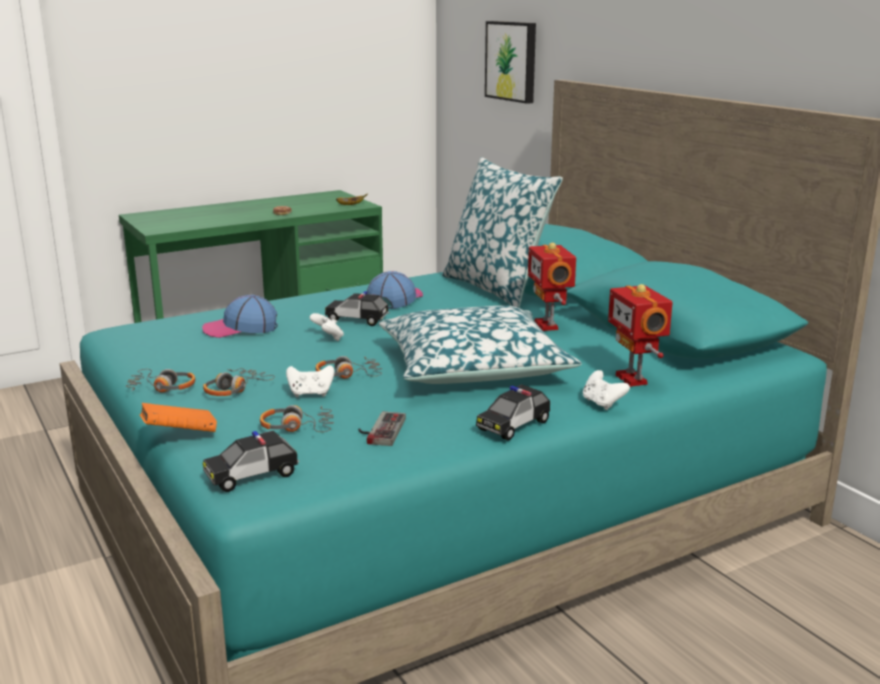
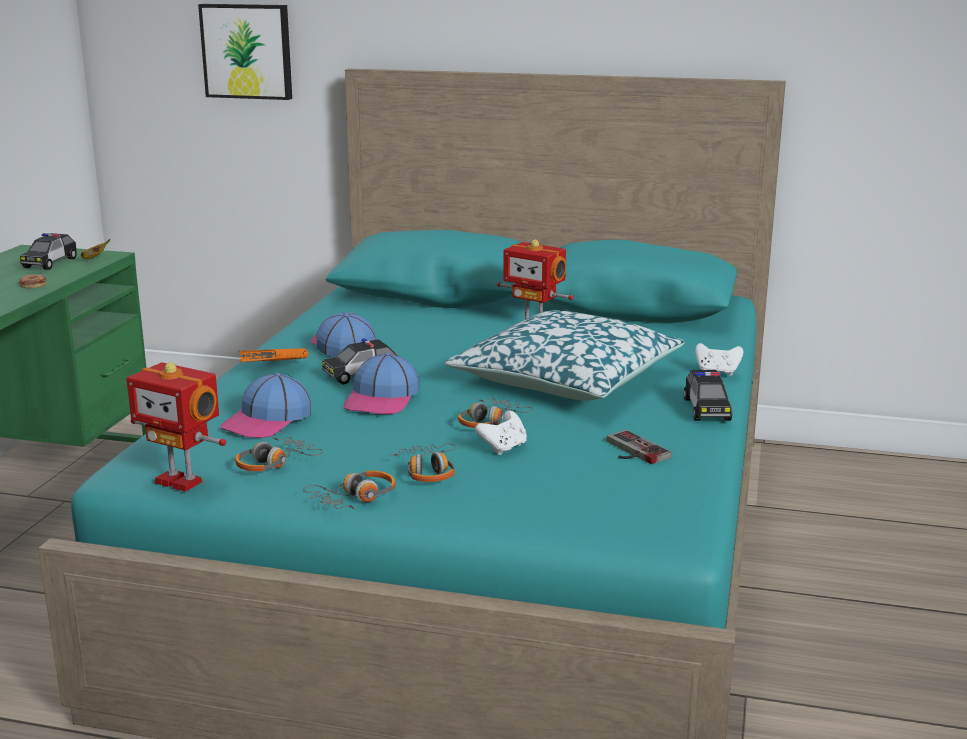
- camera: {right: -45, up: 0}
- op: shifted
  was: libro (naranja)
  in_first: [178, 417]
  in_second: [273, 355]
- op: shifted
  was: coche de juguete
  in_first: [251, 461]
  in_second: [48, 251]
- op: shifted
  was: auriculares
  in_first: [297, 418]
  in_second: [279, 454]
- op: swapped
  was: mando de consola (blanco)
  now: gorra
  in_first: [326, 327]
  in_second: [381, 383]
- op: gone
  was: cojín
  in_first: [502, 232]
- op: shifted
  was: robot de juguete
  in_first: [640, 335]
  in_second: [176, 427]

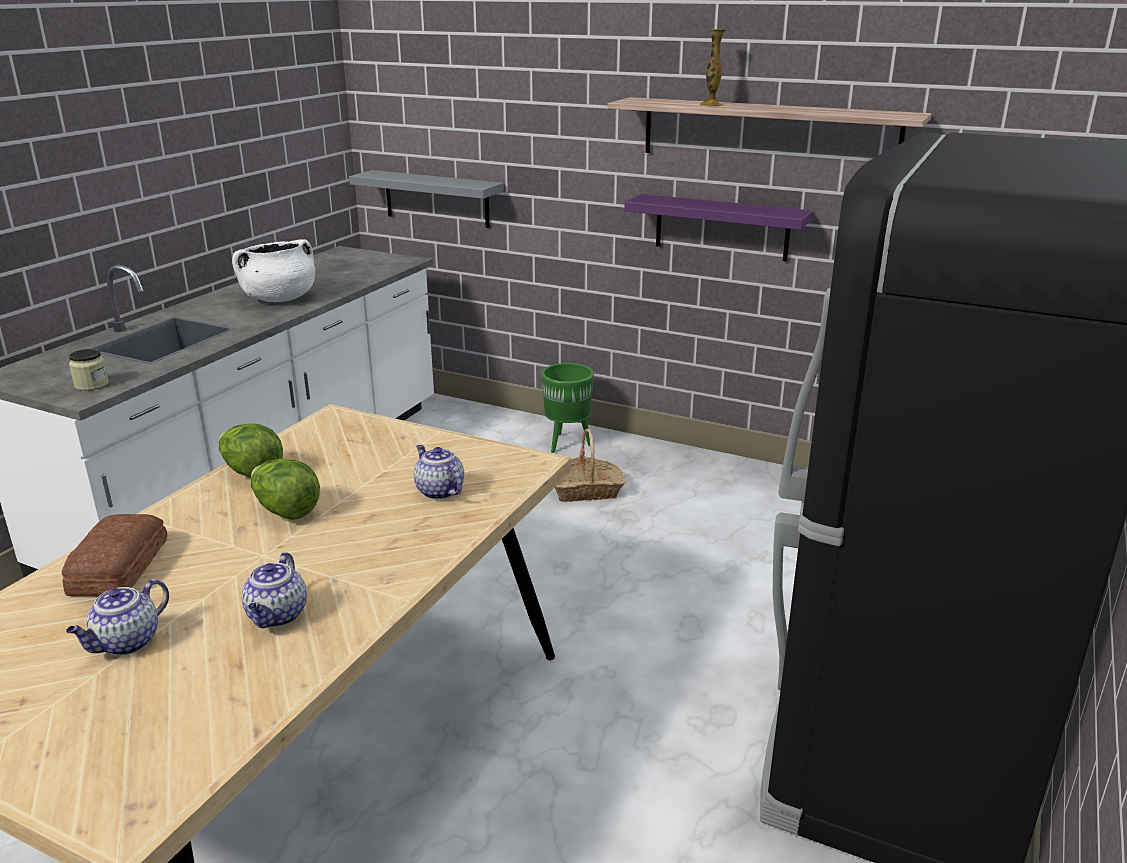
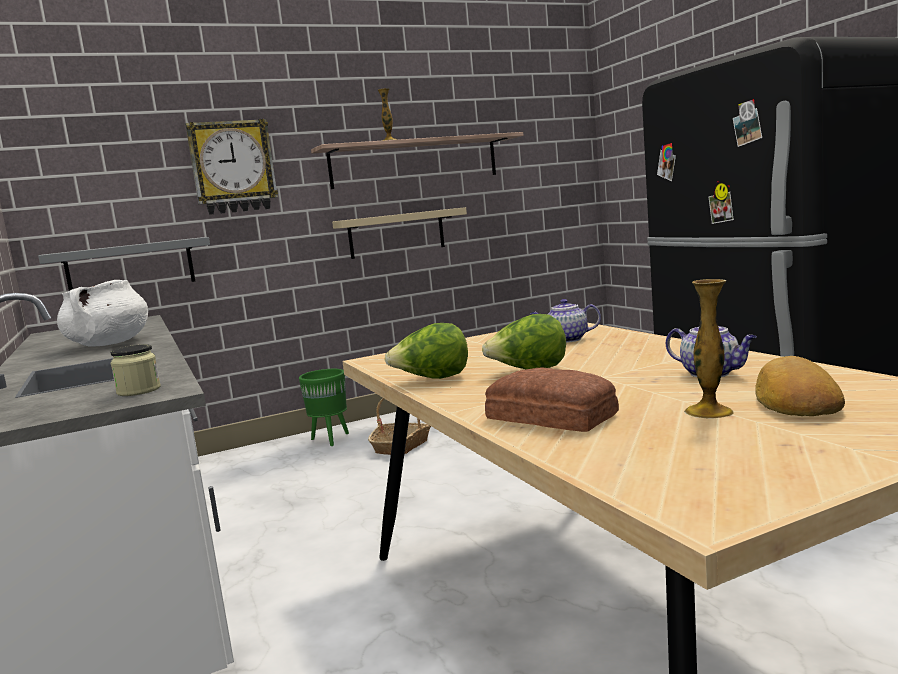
- camera: {right: -50, up: -15}
- op: swapped
  was: tetera
  now: florero
  in_first: [117, 617]
  in_second: [709, 349]
- op: repainted
  was: estante (morado)
  now: estante (beis)
  in_first: [718, 228]
  in_second: [399, 233]
- op: new
  now: reloj de pared
  in_second: [231, 167]
- op: new
  now: pan
  in_second: [800, 386]

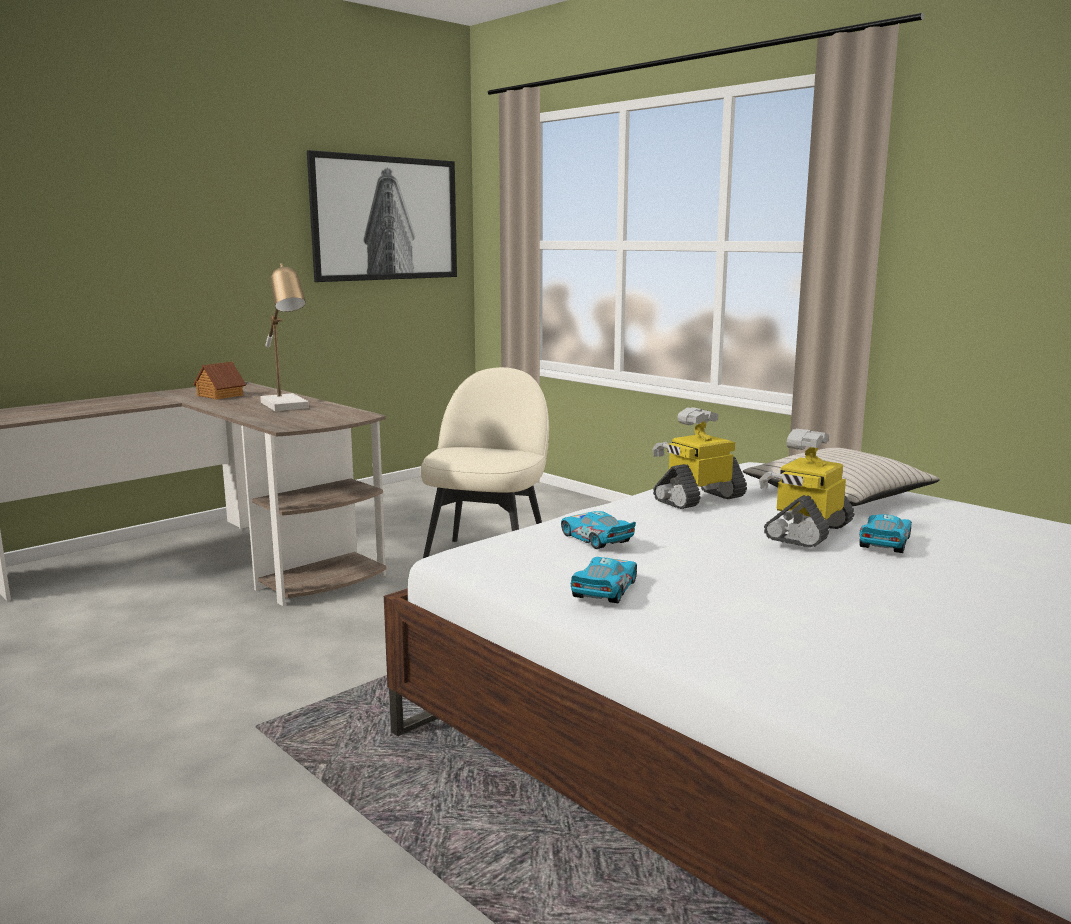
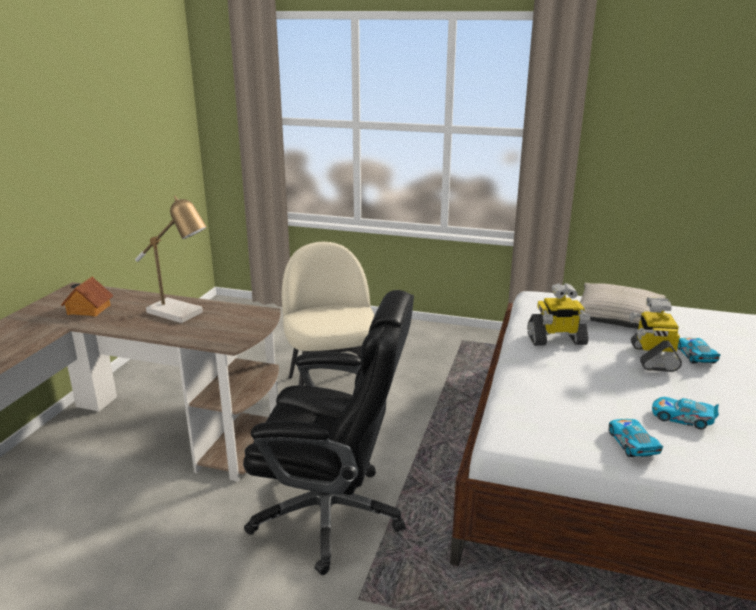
- camera: {right: -30, up: 10}
- op: gone
  was: cuadro
  in_first: [382, 216]
- op: shifted
  was: coche de juguete
  in_first: [598, 530]
  in_second: [685, 413]
- op: rotated
  was: robot de juguete
  in_first: [699, 458]
  in_second: [558, 314]
  clockwise: -120
- op: new
  now: silla de oficina (negro)
  in_second: [328, 432]

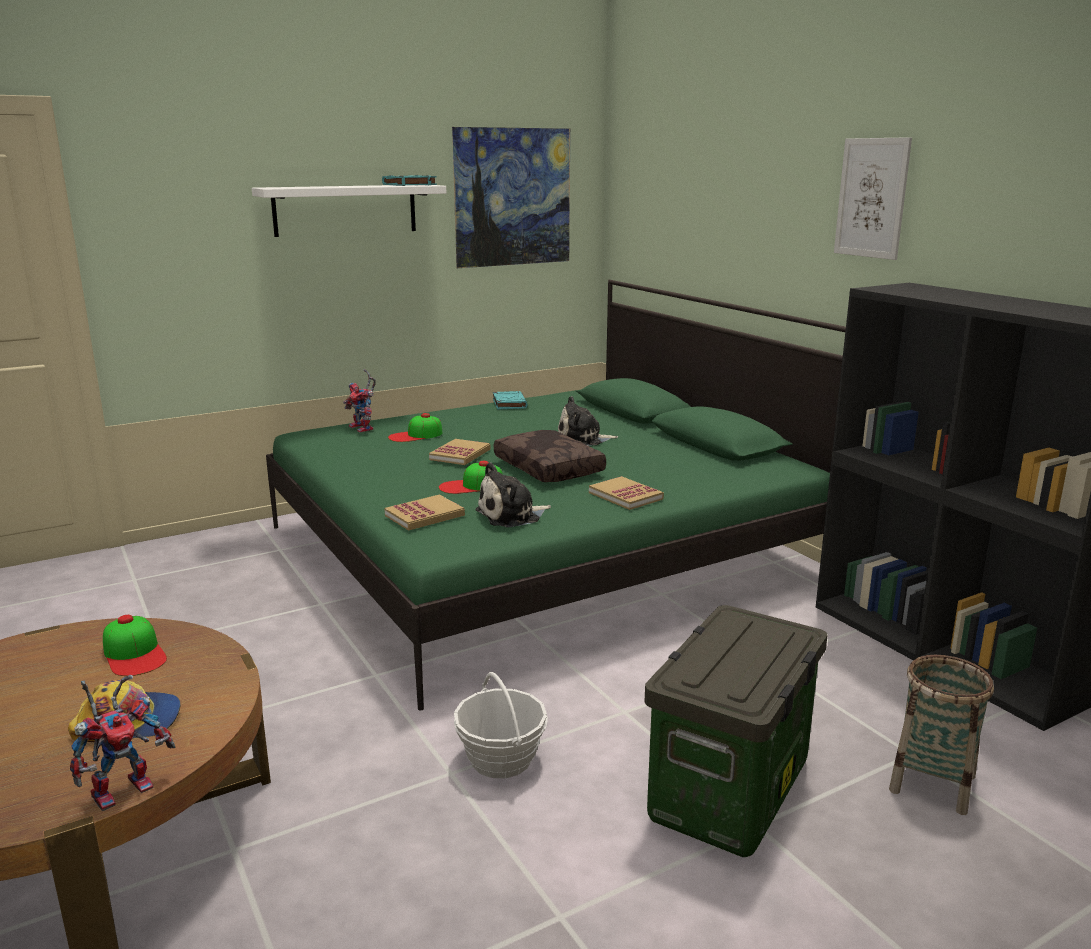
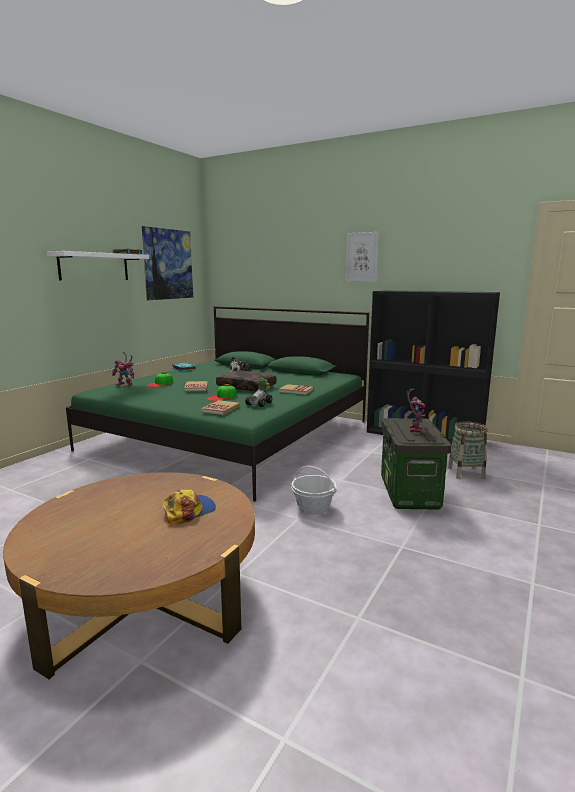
- camera: {right: -30, up: -5}
- op: shifted
  was: robot de juguete
  in_first: [122, 743]
  in_second: [416, 410]
- op: gone
  was: gorra
  in_first: [135, 645]
- op: swapped
  was: peluche
  now: coche de juguete
  in_first: [513, 494]
  in_second: [258, 392]

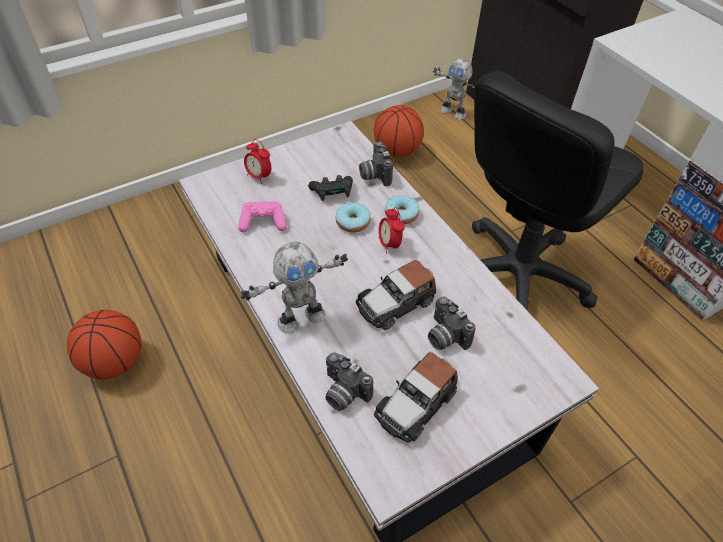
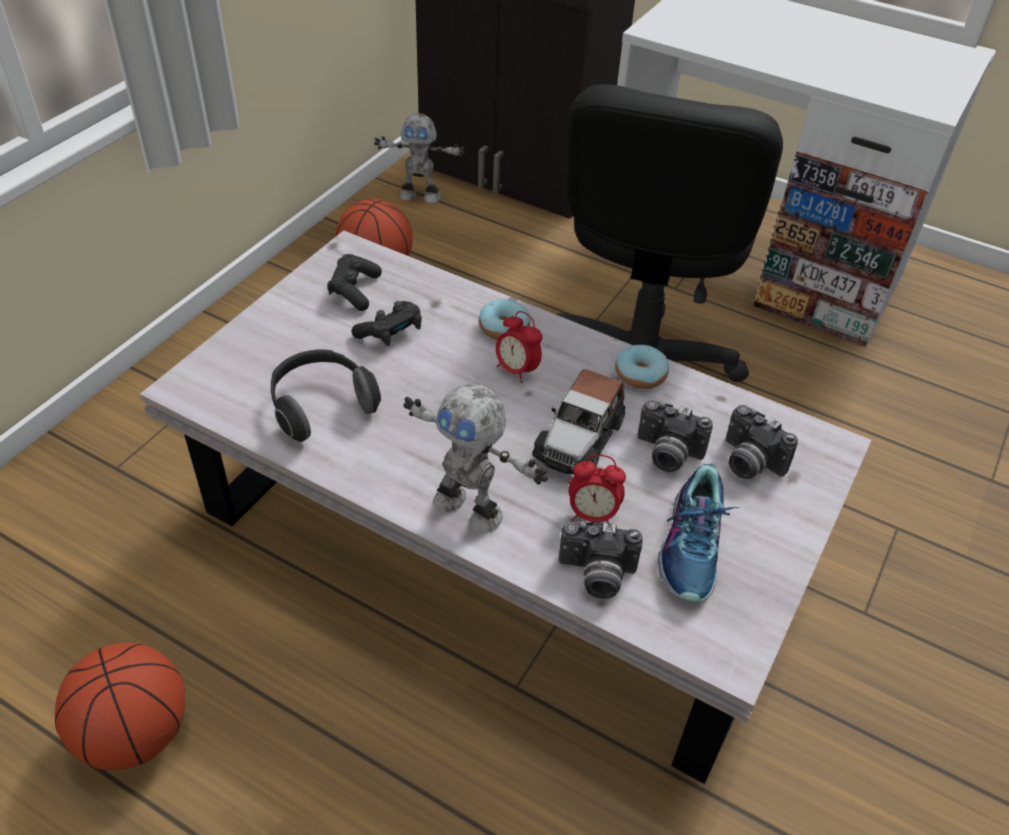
- camera: {right: -30, up: -5}
- op: swapped
  was: mando de consola (rosa)
  now: auriculares
  in_first: [262, 216]
  in_second: [326, 395]
- op: rotated
  was: robot de juguete
  in_first: [294, 288]
  in_second: [476, 459]
  clockwise: 90
- op: shifted
  was: despertador
  in_first: [257, 161]
  in_second: [597, 488]
- op: shifted
  was: rosquilla
  in_first: [353, 218]
  in_second: [642, 367]
- op: shifted
  was: cámara
  in_first: [376, 164]
  in_second: [761, 442]
- op: swapped
  was: coche de juguete
  now: zapato
  in_first: [416, 397]
  in_second: [699, 532]
- op: new
  now: mando de consola (negro)
  in_second: [354, 282]

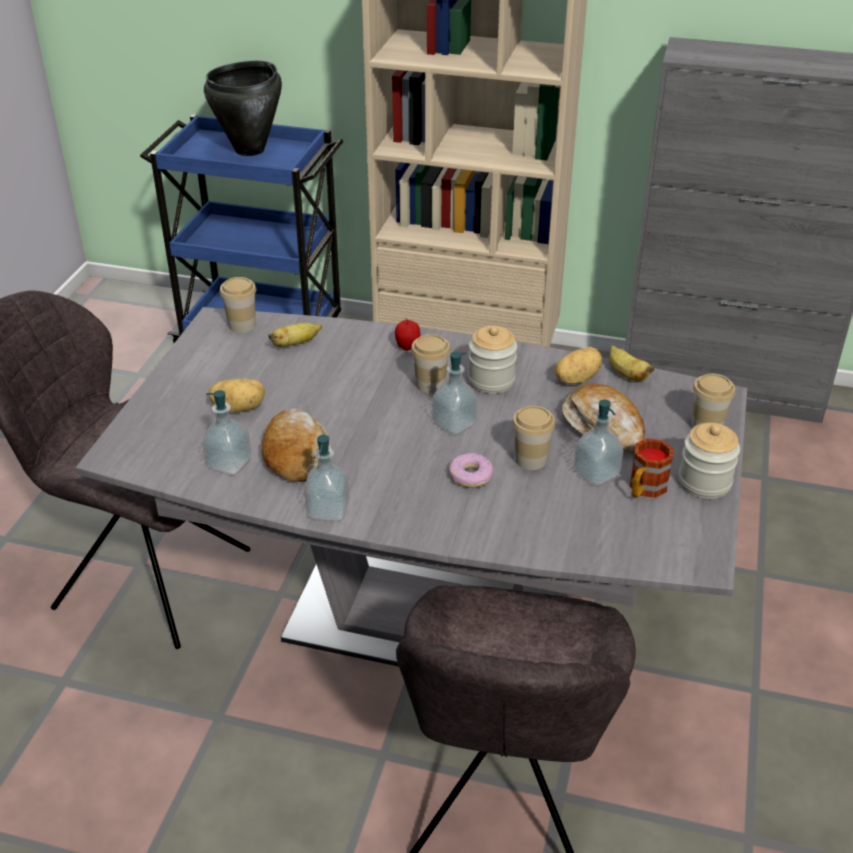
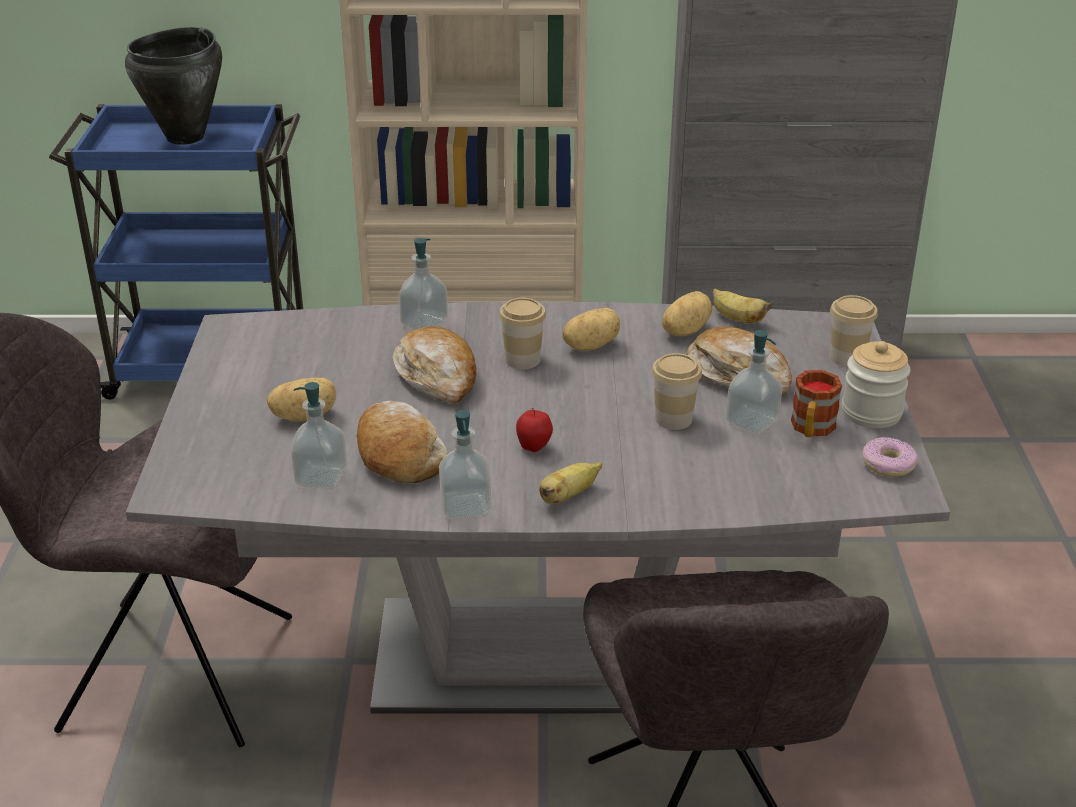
- camera: {right: -15, up: -5}
- op: gone
  was: taza
  in_first: [238, 305]
- op: shifted
  was: plátano
  in_first: [295, 335]
  in_second: [570, 483]
- op: shifted
  was: manzana
  in_first: [407, 334]
  in_second: [534, 430]
- op: shifted
  was: dispensador de jabón
  in_first: [454, 393]
  in_second: [423, 284]
- op: shifted
  was: rosquilla
  in_first: [471, 470]
  in_second: [890, 457]
- op: swapped
  was: tarro
  now: patata
  in_first: [492, 360]
  in_second: [591, 329]
- op: new
  now: pan
  in_second: [434, 365]

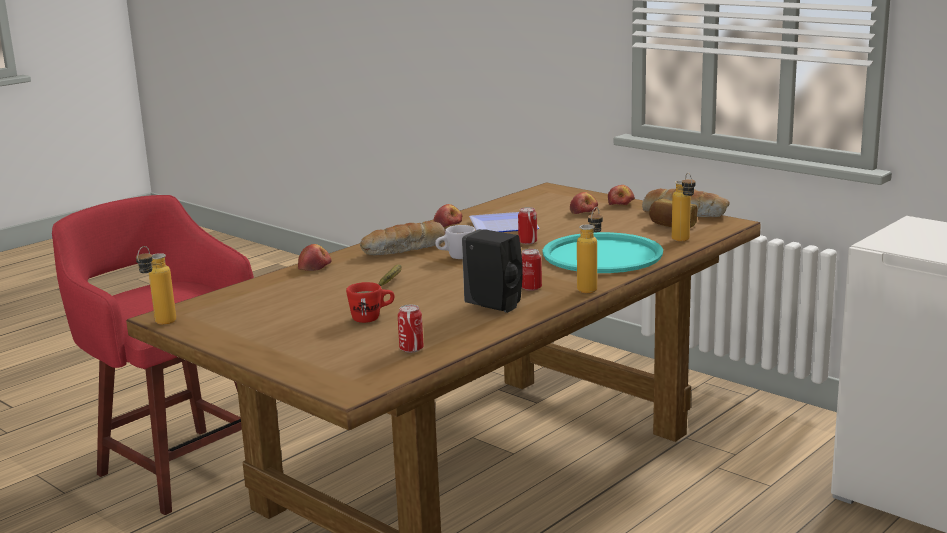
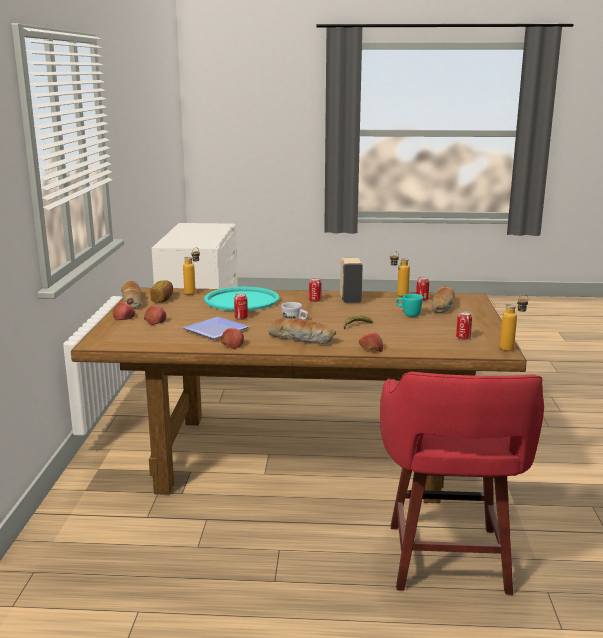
- camera: {right: -130, up: 0}
- op: repainted
  was: taza grande (rojo)
  now: taza grande (turquesa)
  in_first: [370, 302]
  in_second: [409, 305]
- op: repainted
  was: dispensador de jabón (negro)
  now: dispensador de jabón (beis)
  in_first: [492, 271]
  in_second: [351, 280]
- op: shifted
  was: botella
  in_first: [590, 250]
  in_second: [399, 274]
- op: new
  now: pan
  in_second: [443, 299]
- op: new
  now: lata
  in_second: [464, 325]

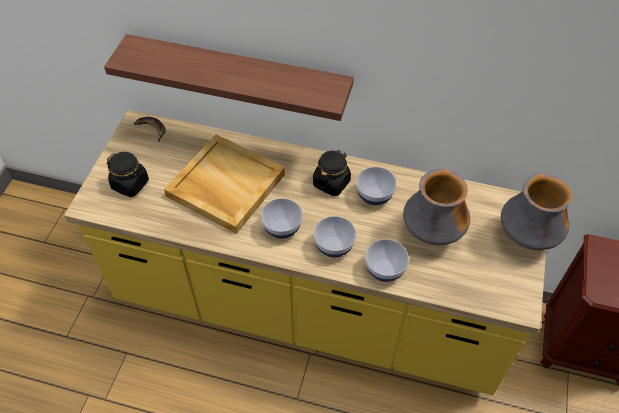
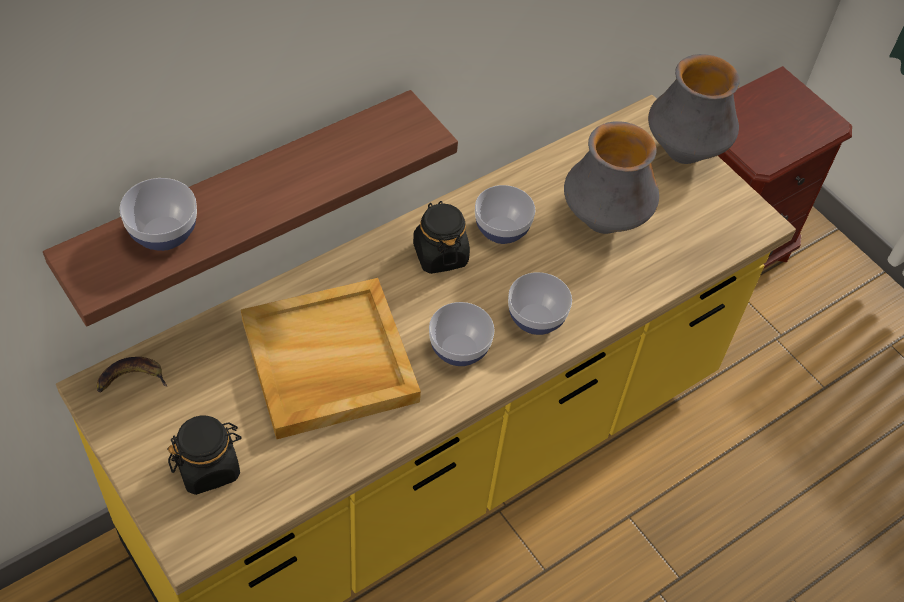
- camera: {right: -55, up: 0}
- op: shifted
  was: cuenco
  in_first: [387, 260]
  in_second: [158, 214]

